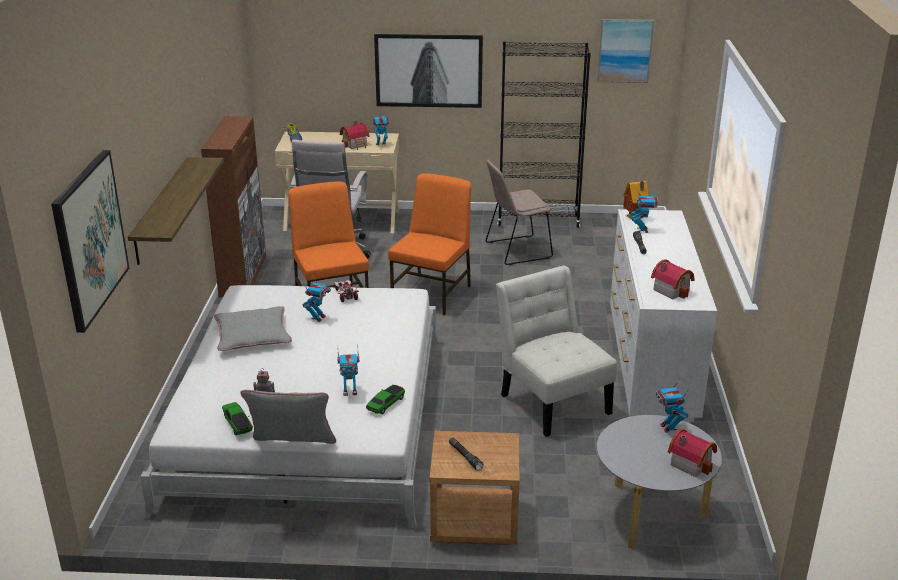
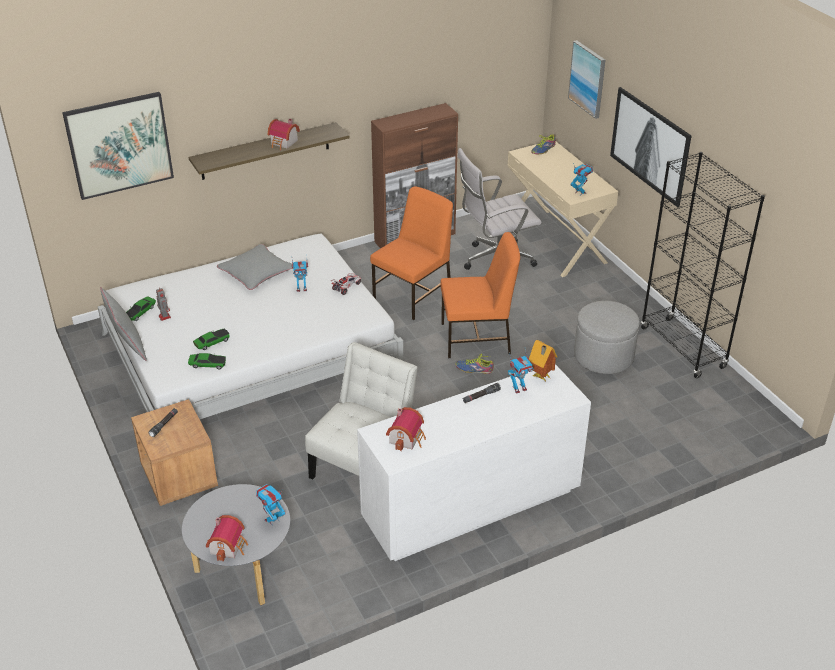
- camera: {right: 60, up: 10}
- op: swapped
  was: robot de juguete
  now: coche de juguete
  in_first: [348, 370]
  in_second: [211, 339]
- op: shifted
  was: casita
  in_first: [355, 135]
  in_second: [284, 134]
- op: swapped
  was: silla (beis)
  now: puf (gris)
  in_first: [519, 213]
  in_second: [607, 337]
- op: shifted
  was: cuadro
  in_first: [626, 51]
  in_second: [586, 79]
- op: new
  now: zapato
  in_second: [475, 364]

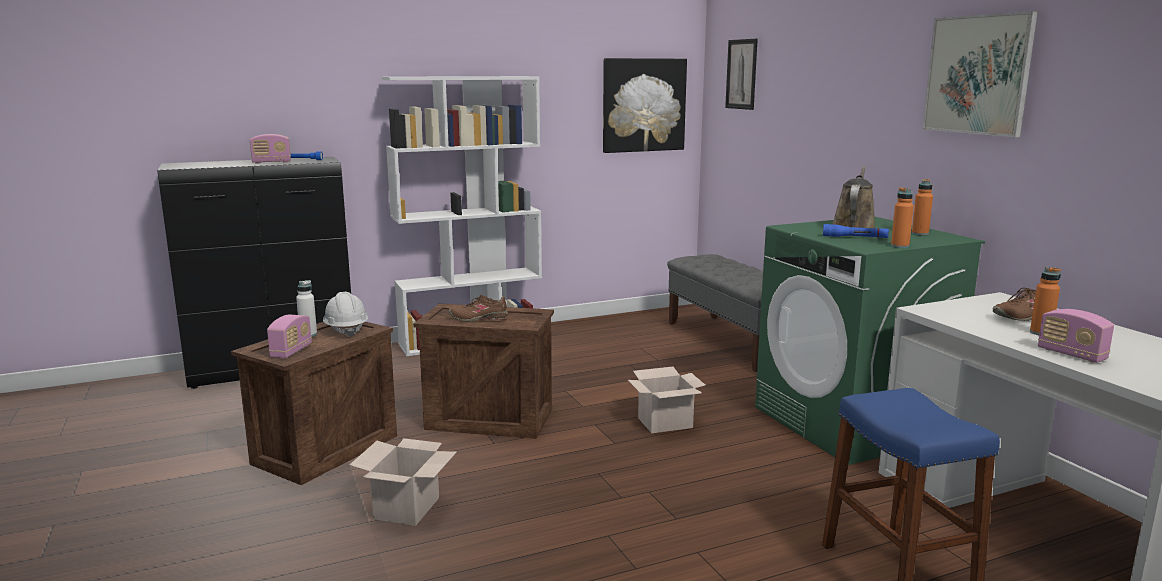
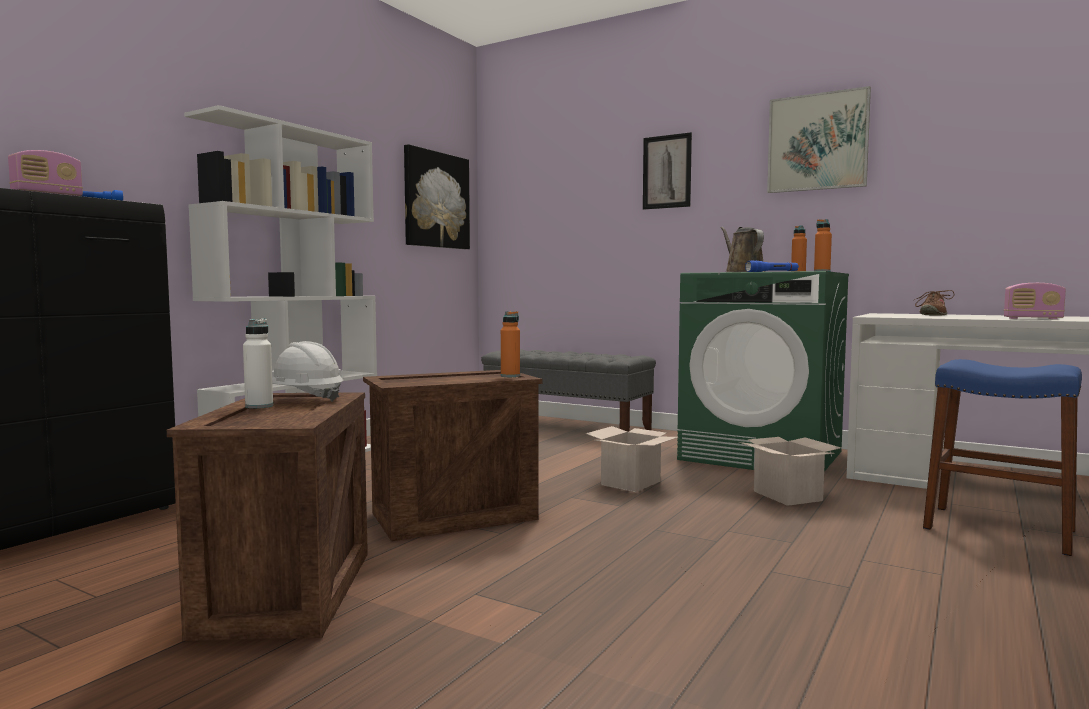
- camera: {right: -35, up: -10}
- op: gone
  was: radio
  in_first: [289, 336]
- op: shifted
  was: caja de cartón
  in_first: [403, 482]
  in_second: [790, 471]
- op: gone
  was: zapato (marrón)
  in_first: [478, 308]
- op: shifted
  was: cuadro
  in_first: [741, 74]
  in_second: [667, 171]
- op: shifted
  was: botella (naranja)
  in_first: [1045, 301]
  in_second: [510, 344]

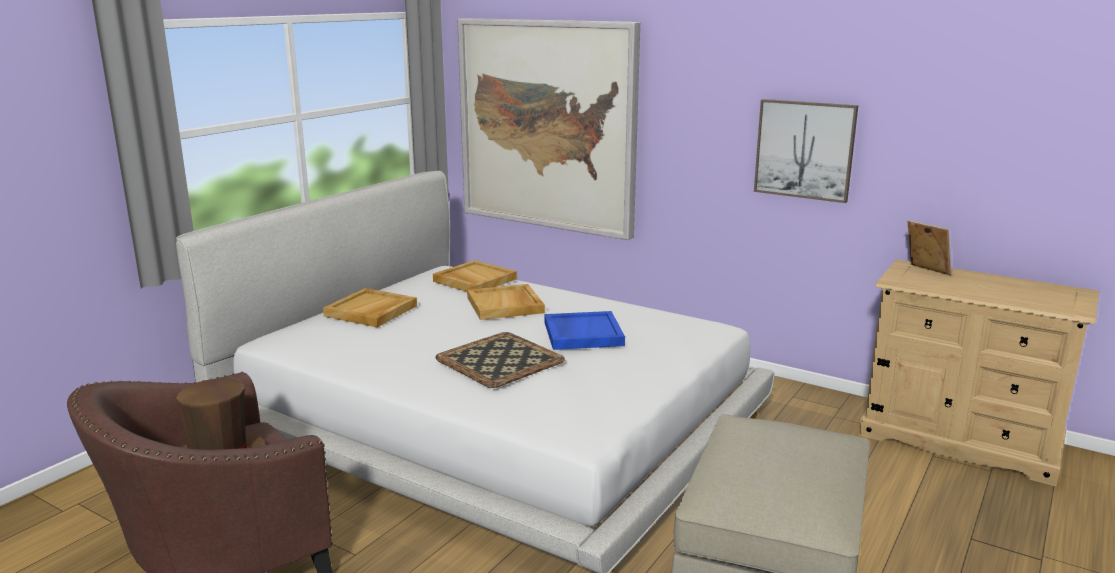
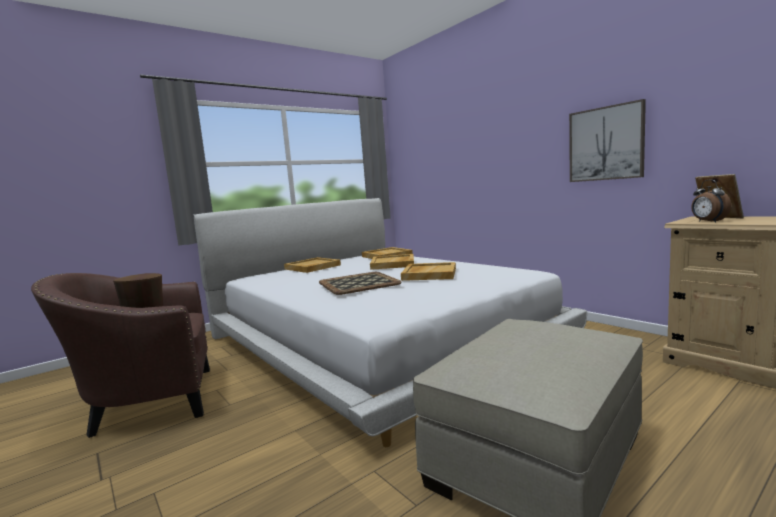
- camera: {right: 20, up: -10}
- op: gone
  was: cuadro
  in_first: [548, 129]
- op: repainted
  was: bandeja (azul)
  now: bandeja (beis)
  in_first: [585, 330]
  in_second: [428, 271]
- op: new
  now: despertador
  in_second: [711, 201]

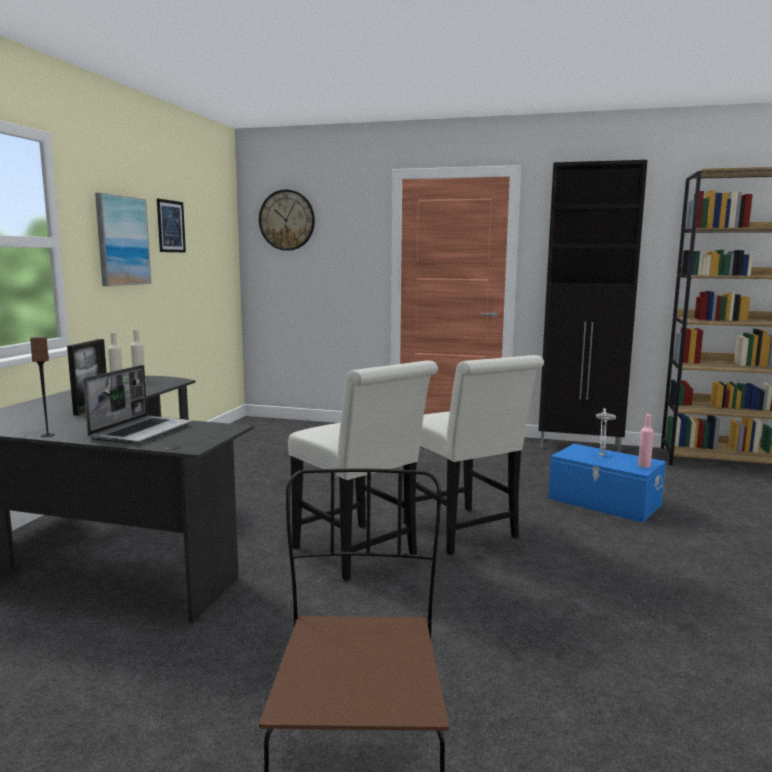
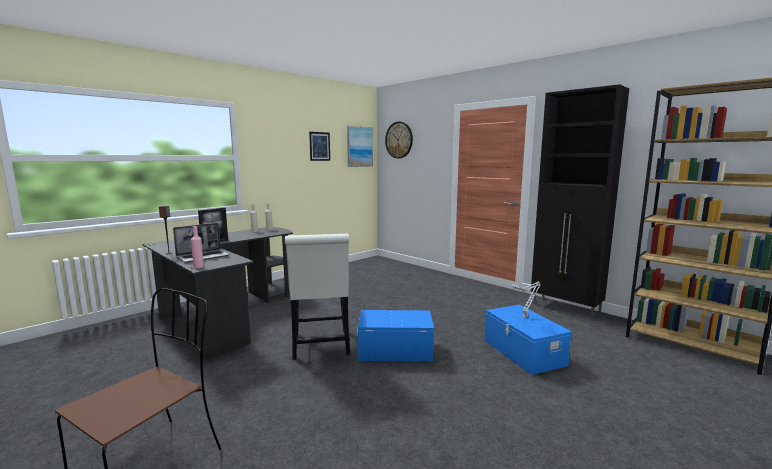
- camera: {right: 30, up: 0}
- op: shifted
  was: cuadro
  in_first: [123, 239]
  in_second: [360, 146]
- op: swapped
  was: silla (blanco)
  now: caja de almacenaje (azul)
  in_first: [473, 455]
  in_second: [395, 336]
- op: shifted
  was: botella (rosa)
  in_first: [646, 441]
  in_second: [197, 247]

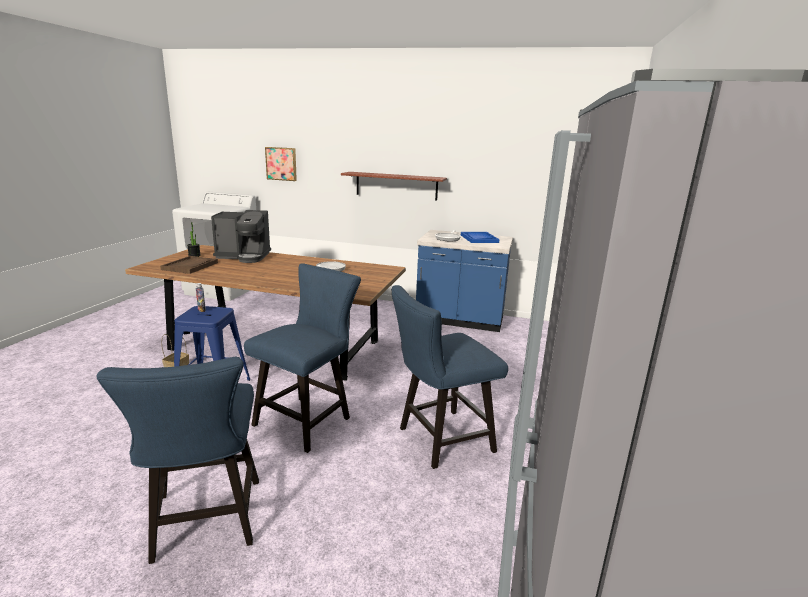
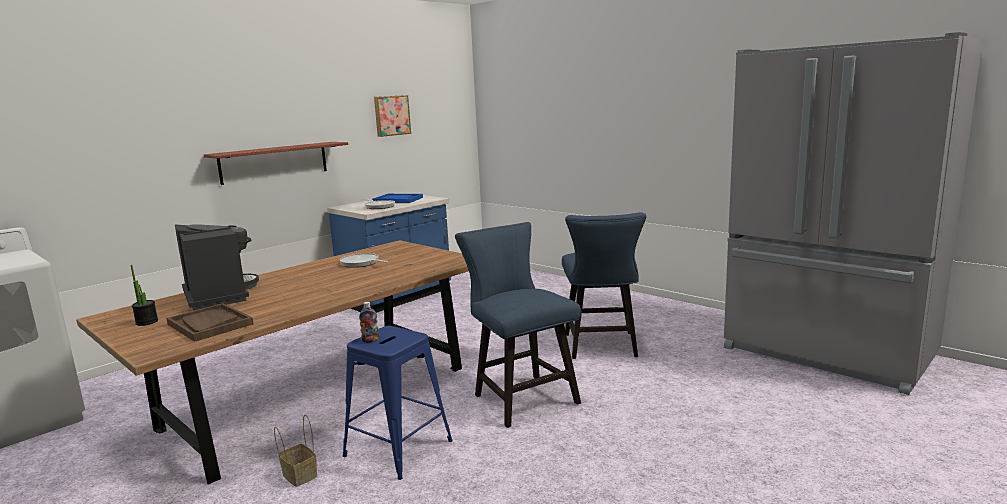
- camera: {right: -60, up: -5}
- op: gone
  was: silla (azul)
  in_first: [177, 460]
- op: rotated
  was: cafetera
  in_first: [241, 236]
  in_second: [217, 267]
  clockwise: -60
- op: shifted
  was: cuadro
  in_first: [281, 164]
  in_second: [392, 116]

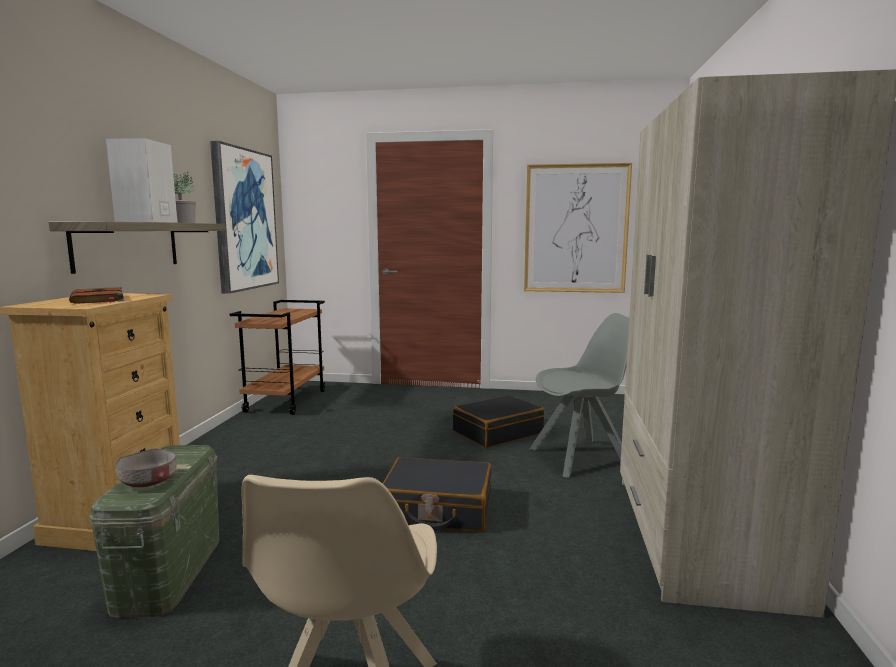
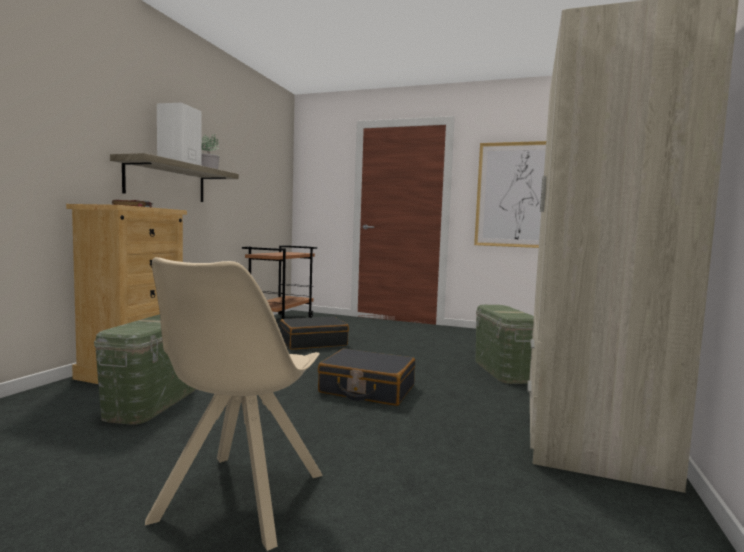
- camera: {right: 10, up: -5}
- op: gone
  was: cuenco (gris)
  in_first: [146, 467]
- op: gone
  was: cuadro
  in_first: [244, 217]
- op: shifted
  was: maleta (negro)
  in_first: [499, 421]
  in_second: [314, 333]
- op: swapped
  was: silla (gris)
  now: caja de almacenaje (verde)
  in_first: [579, 395]
  in_second: [504, 344]

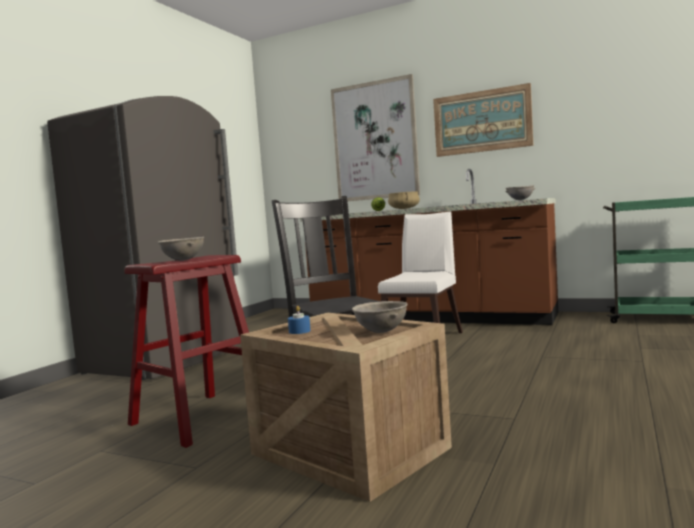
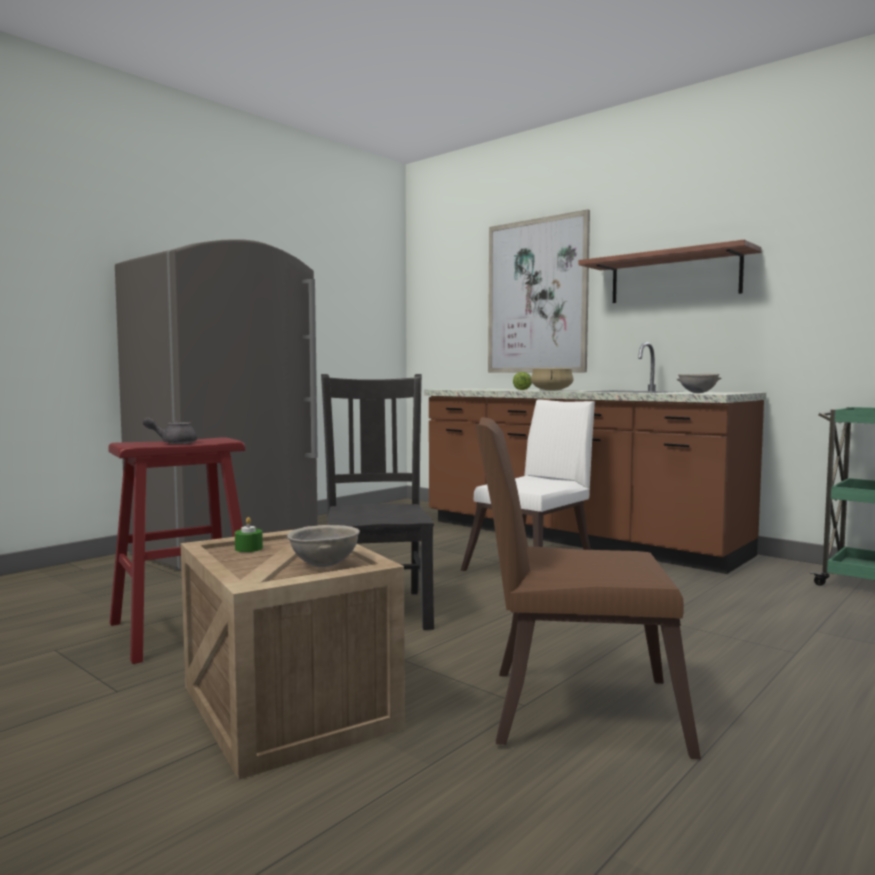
- camera: {right: 15, up: 0}
- op: swapped
  was: cuenco (gris)
  now: tetera (gris)
  in_first: [181, 248]
  in_second: [170, 430]
- op: repainted
  was: vela (azul)
  now: vela (verde)
  in_first: [299, 320]
  in_second: [249, 534]
- op: swapped
  was: cuadro
  now: estante
  in_first: [483, 120]
  in_second: [670, 271]
- op: new
  now: silla (marrón)
  in_second: [588, 588]

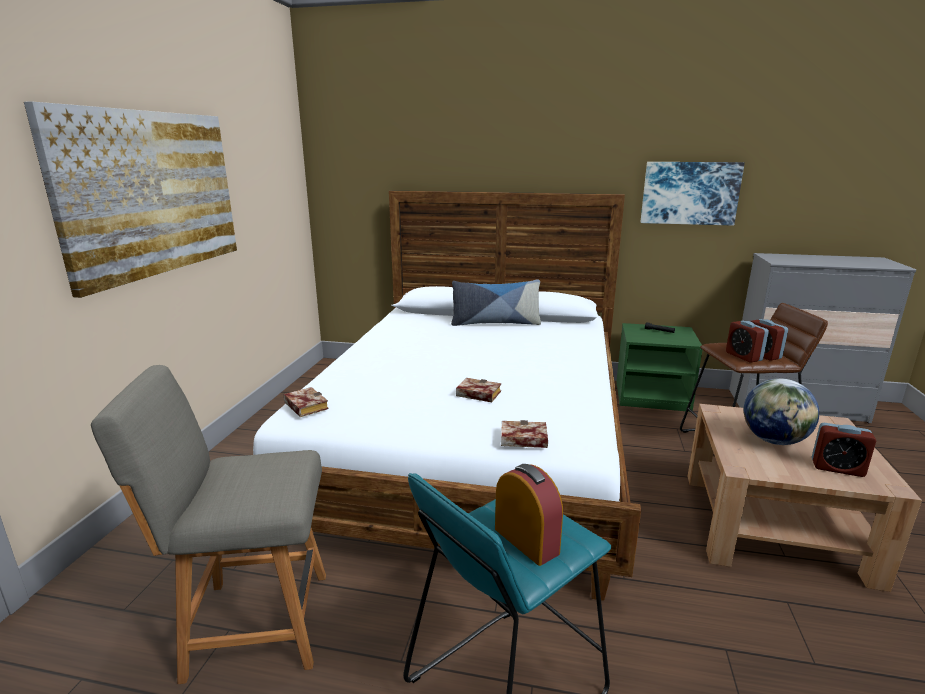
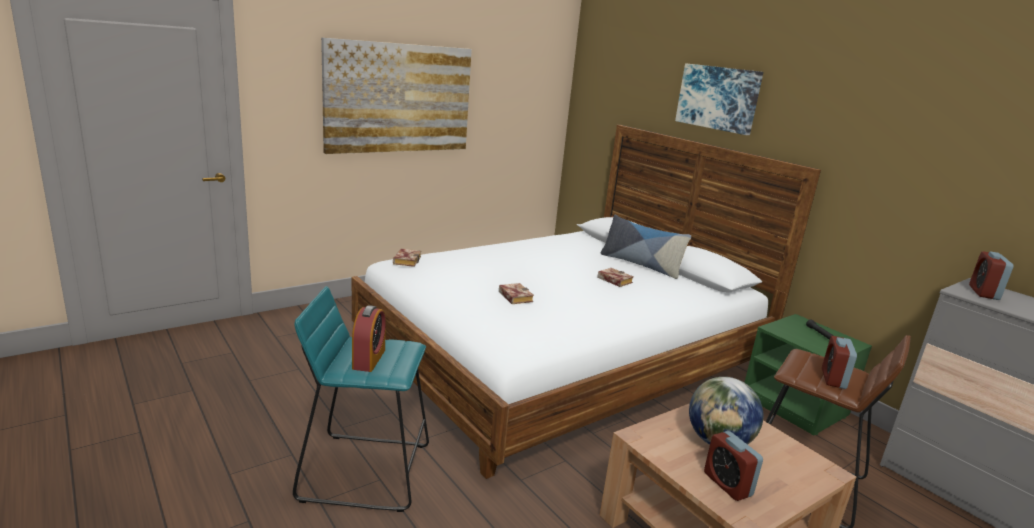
- camera: {right: 40, up: 0}
- op: gone
  was: silla (gris)
  in_first: [208, 524]
- op: shifted
  was: libro
  in_first: [524, 434]
  in_second: [615, 277]
- op: shifted
  was: cuadro
  in_first: [692, 194]
  in_second: [719, 99]
- op: shifted
  was: despertador
  in_first: [747, 341]
  in_second: [991, 275]

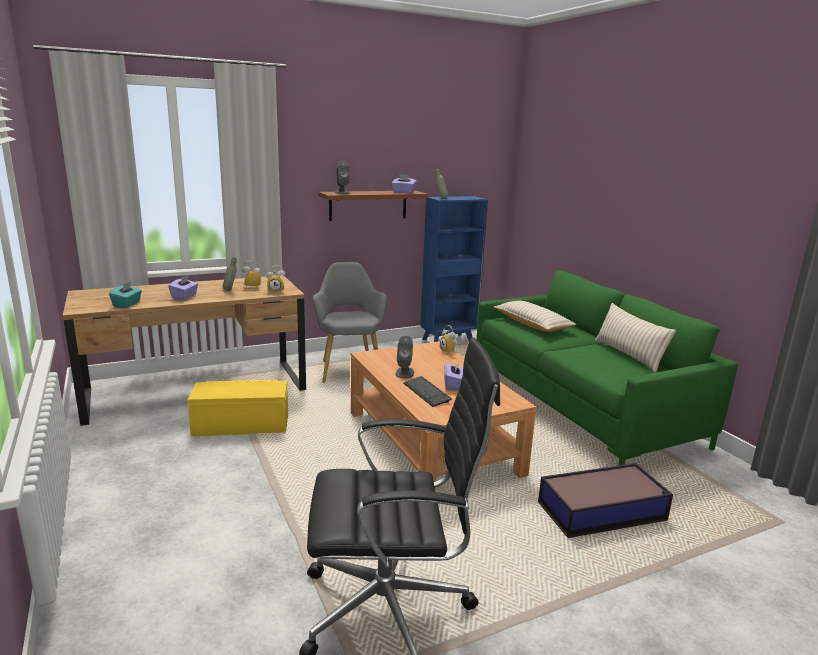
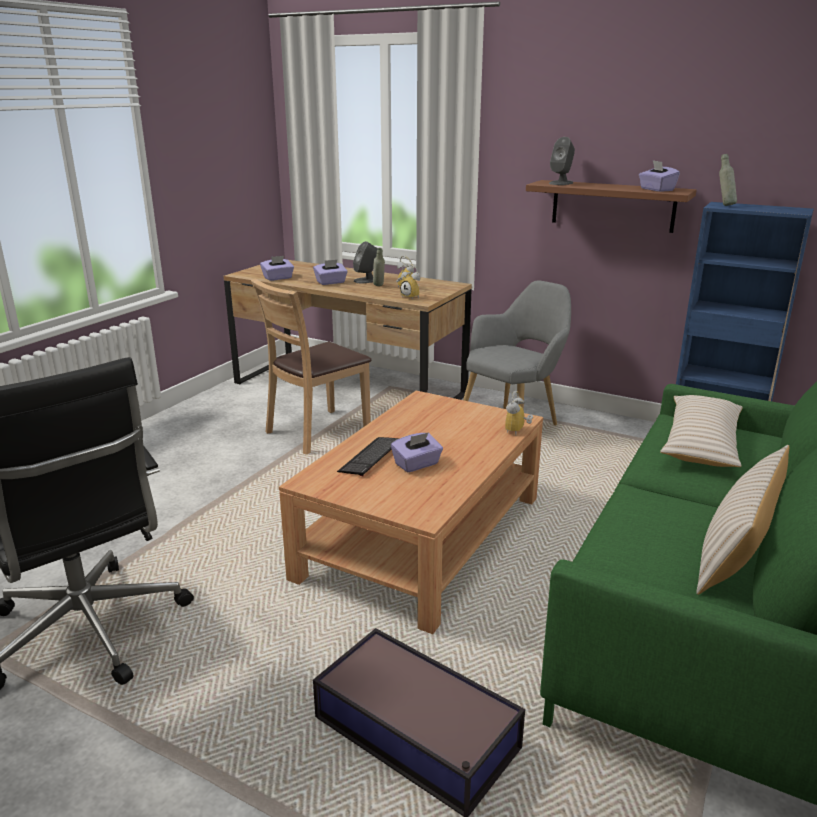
- camera: {right: 55, up: 5}
- op: repainted
  was: caja de pañuelos (turquesa)
  now: caja de pañuelos (morado)
  in_first: [125, 295]
  in_second: [277, 268]
- op: swapped
  was: caja de almacenaje (amarillo)
  now: silla (marrón)
  in_first: [237, 408]
  in_second: [311, 366]
- op: shifted
  was: altavoz (gris)
  in_first: [405, 357]
  in_second: [365, 262]

